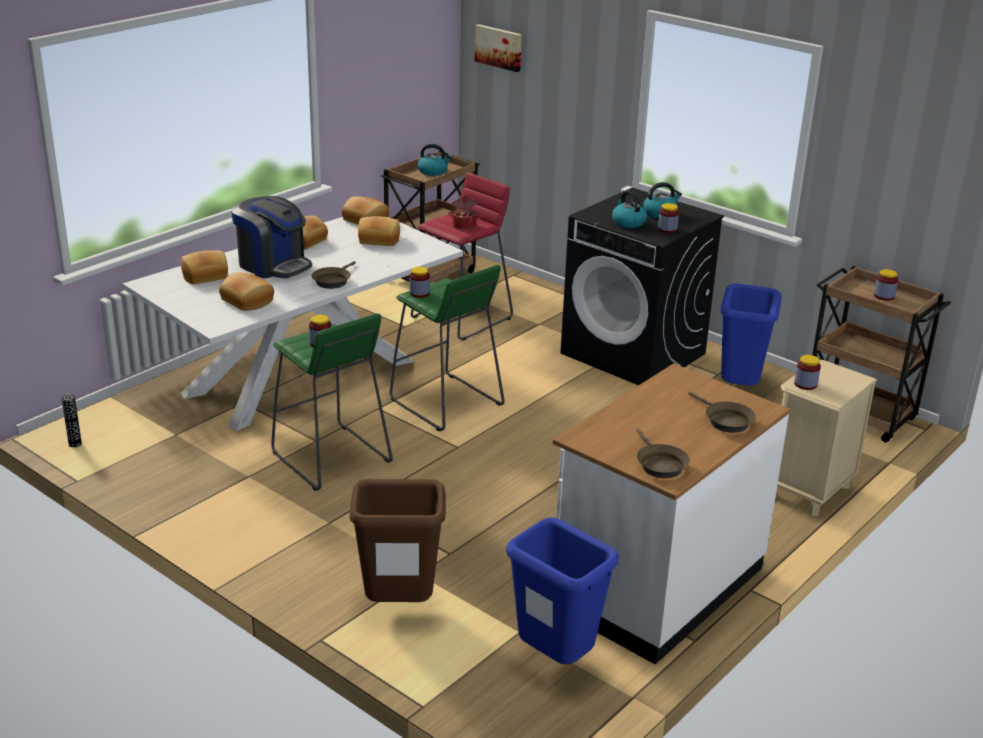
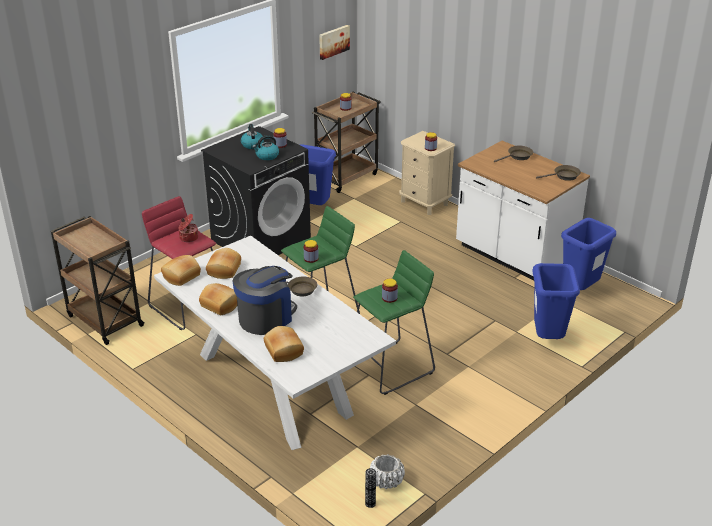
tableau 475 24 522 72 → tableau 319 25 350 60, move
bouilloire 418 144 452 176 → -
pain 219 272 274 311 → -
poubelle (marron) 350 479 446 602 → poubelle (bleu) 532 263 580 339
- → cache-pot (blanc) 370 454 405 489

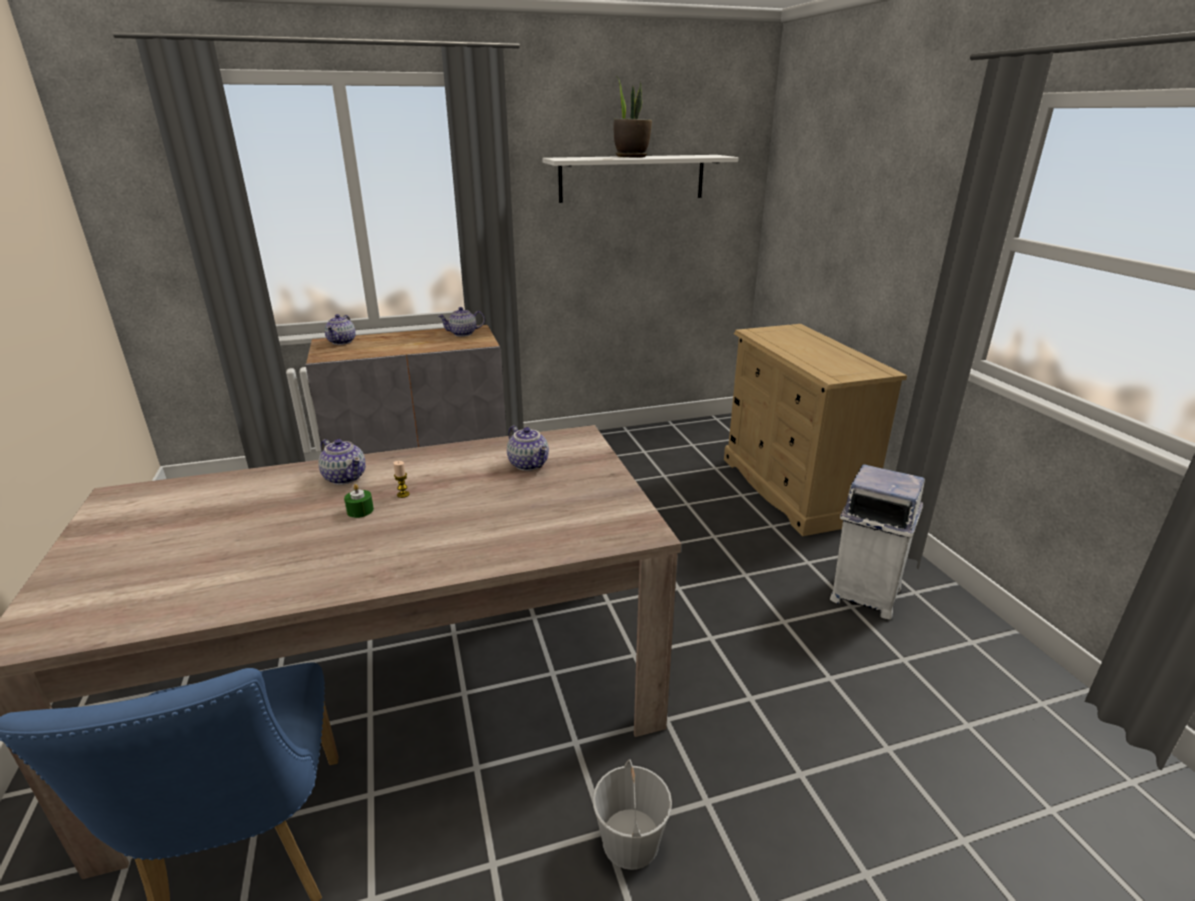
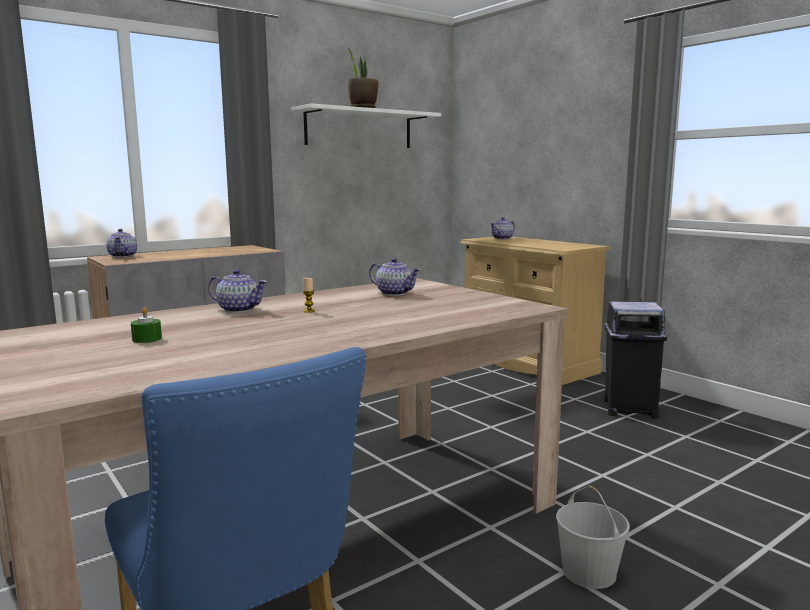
théière 438 307 485 337 → théière 490 217 515 239, move
poubelle (blanc) 830 464 925 620 → poubelle (noir) 604 301 667 418
bougie (vert) 344 484 374 518 → bougie (vert) 131 307 162 343, move

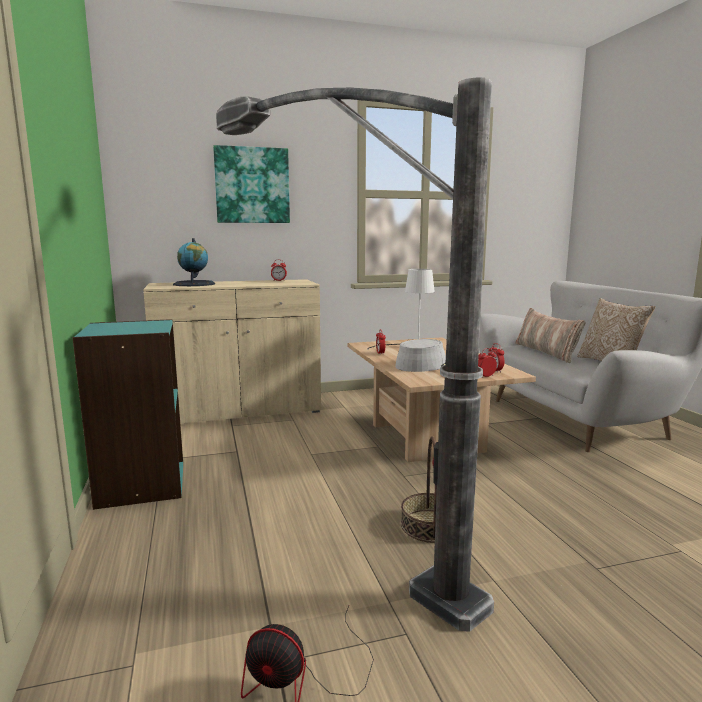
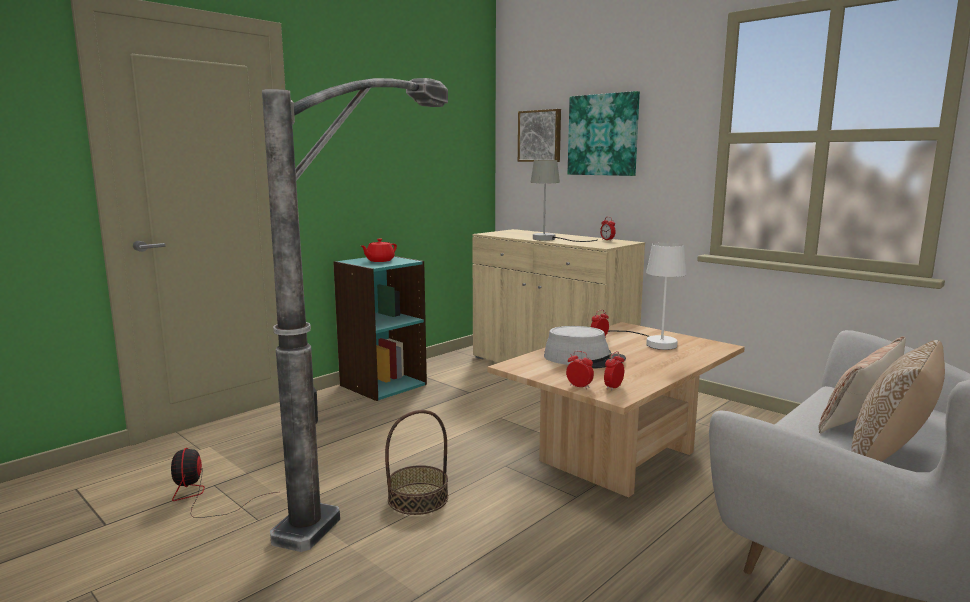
globe 173 238 215 286 → -
- → tableau 518 109 561 162
- → lampe de table (gris) 530 160 598 242
- → théière (rouge) 361 239 397 262

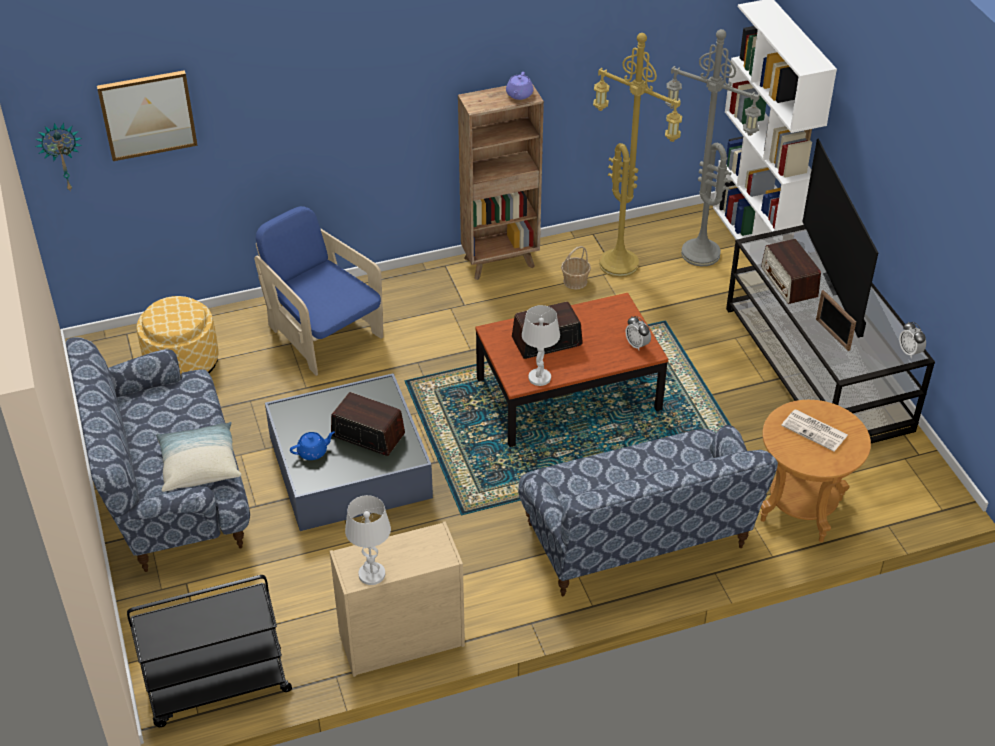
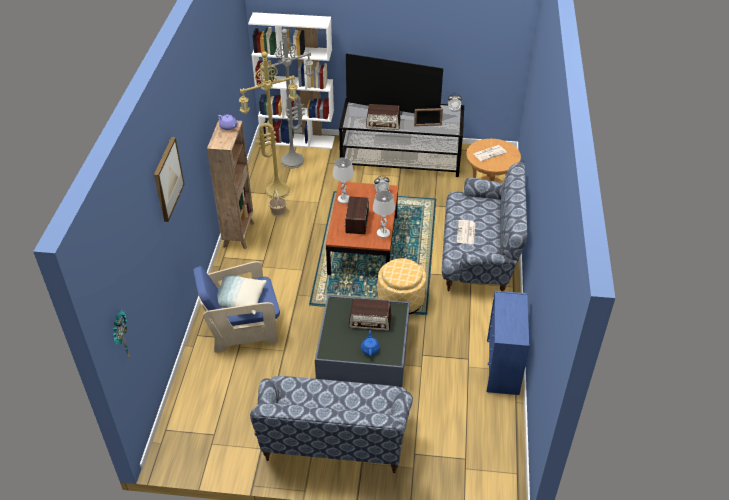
tableau 97 70 198 161 → tableau 154 137 184 222, move
pouf 137 296 218 375 → pouf 378 258 426 314, move
radio 331 392 405 456 → radio 349 298 391 331, 135 degrees counterclockwise
coussin 156 422 242 492 → coussin 217 275 267 315, move
lampe de table (blanc) 345 495 391 585 → lampe de table (blanc) 333 157 354 204, move
commode (beige) 330 521 465 677 → commode (bleu) 486 291 530 395
chariot (noir) 127 575 292 727 → -
- → journal 457 220 475 244

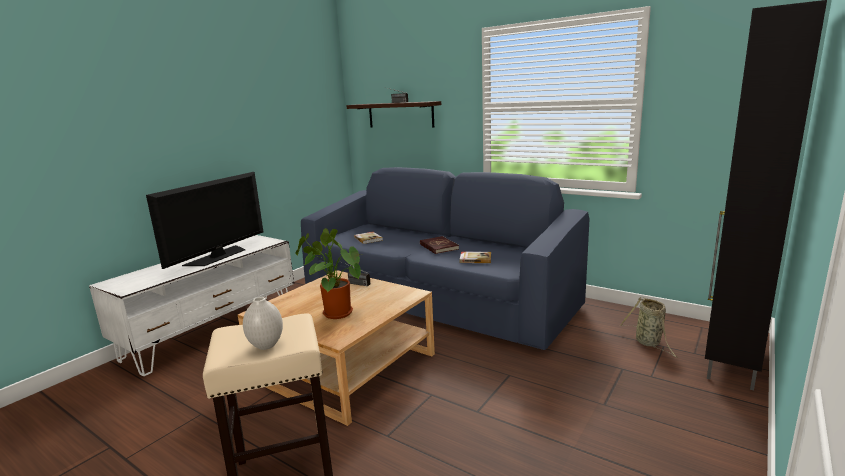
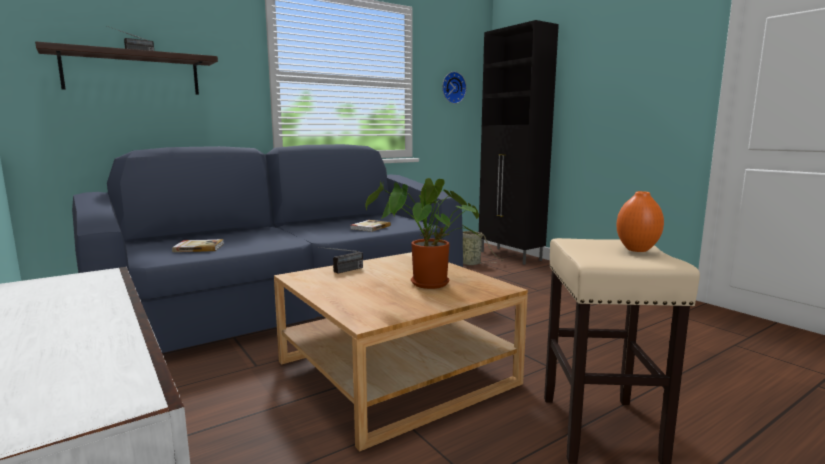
téléviseur 146 172 263 269 → -
livre (rouge) 420 236 459 254 → -
vase (blanc) 243 297 283 350 → vase (orange) 616 191 664 252
- → horloge murale 442 72 467 104

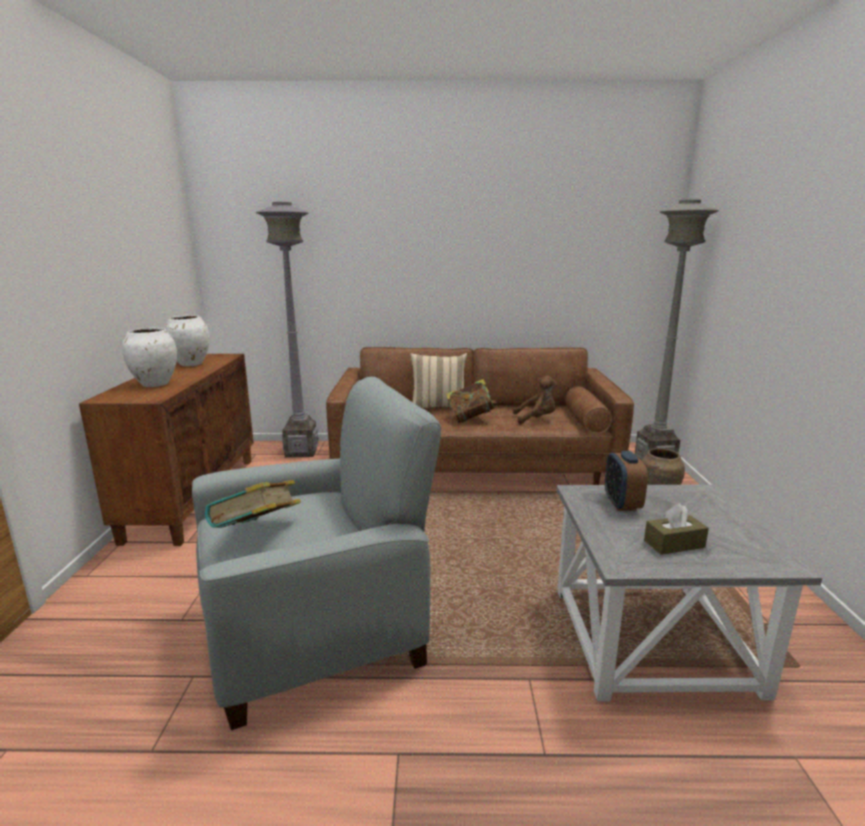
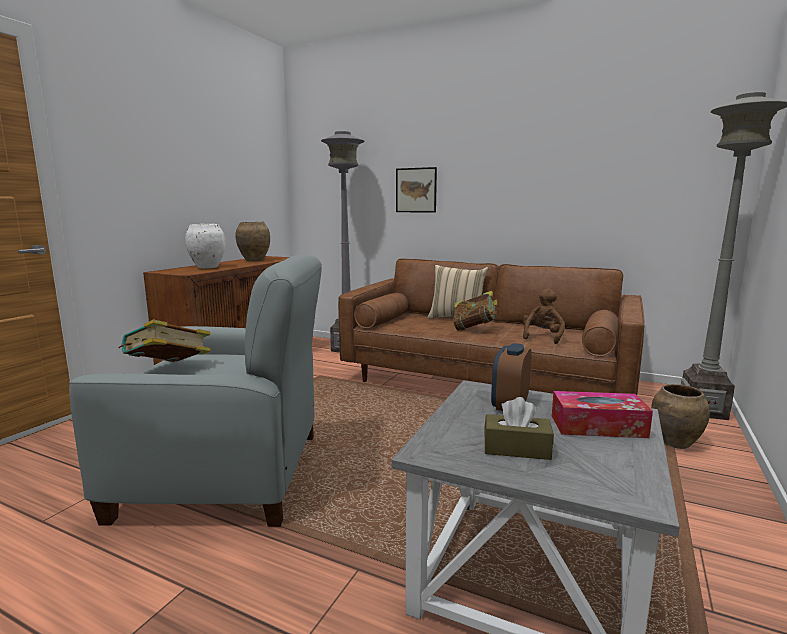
vase (blanc) 164 315 210 366 → vase (marron) 235 222 270 261
peluche (marron) 513 376 557 424 → peluche (marron) 522 288 565 344, 90 degrees counterclockwise
- → tableau 396 167 437 212
- → boîte à mouchoirs 552 391 653 438

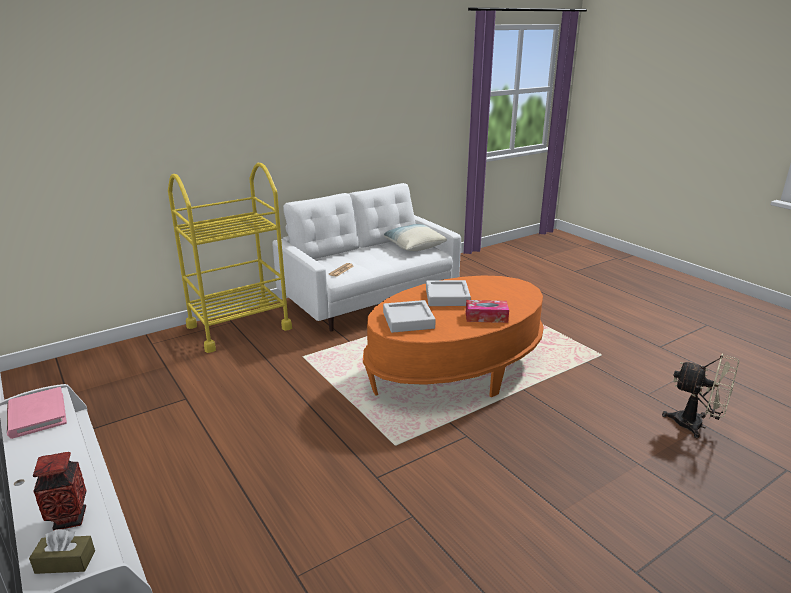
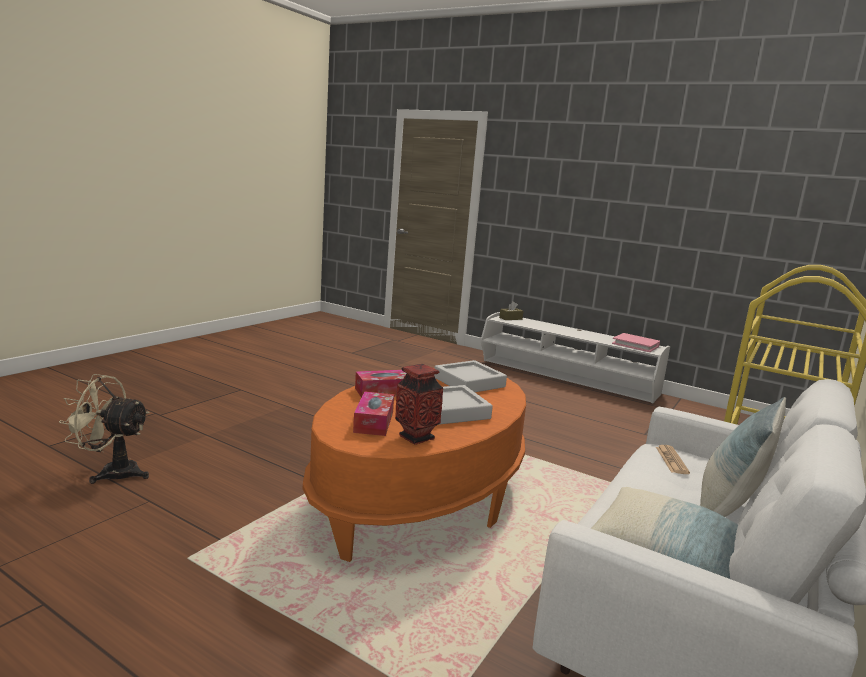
vase 33 452 87 531 → vase 395 364 443 445, move
- → boîte à mouchoirs 353 391 394 436
- → coussin 700 397 786 517

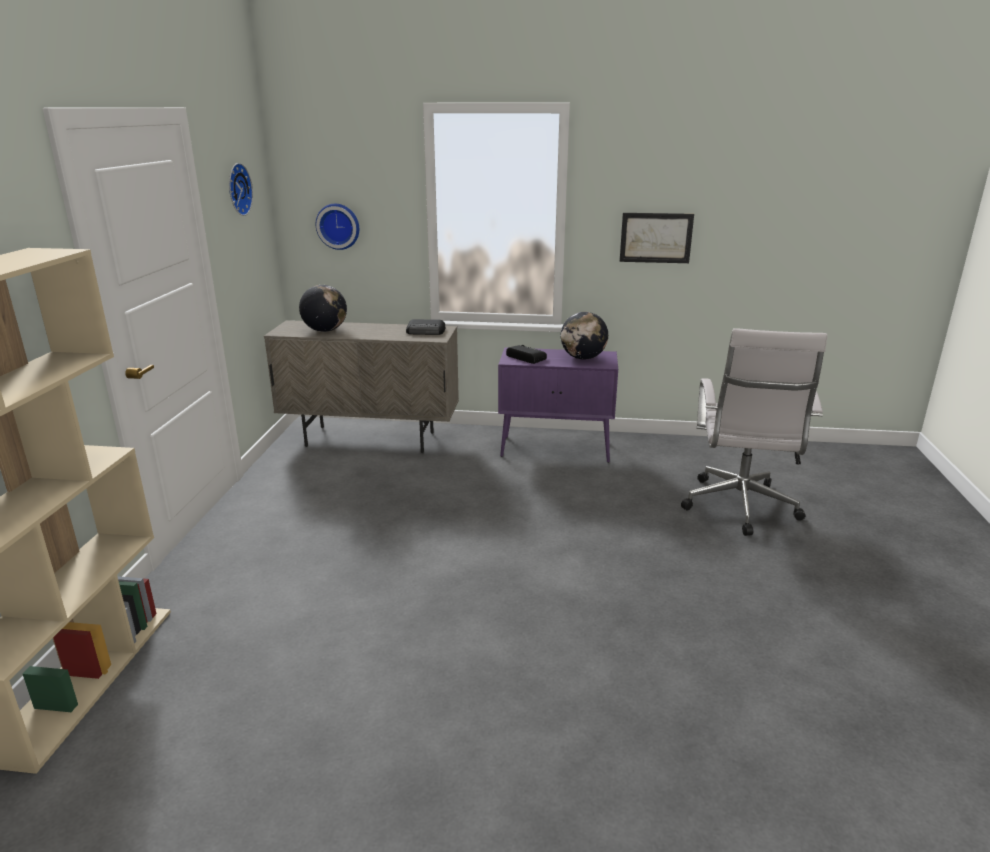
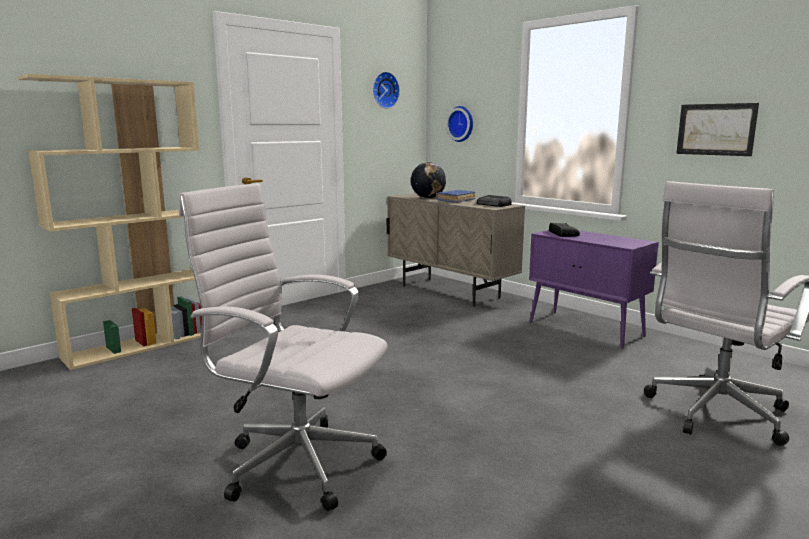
globe 561 312 608 360 → -
- → chaise de bureau (blanc) 179 183 388 511
- → livre (bleu) 436 190 475 203

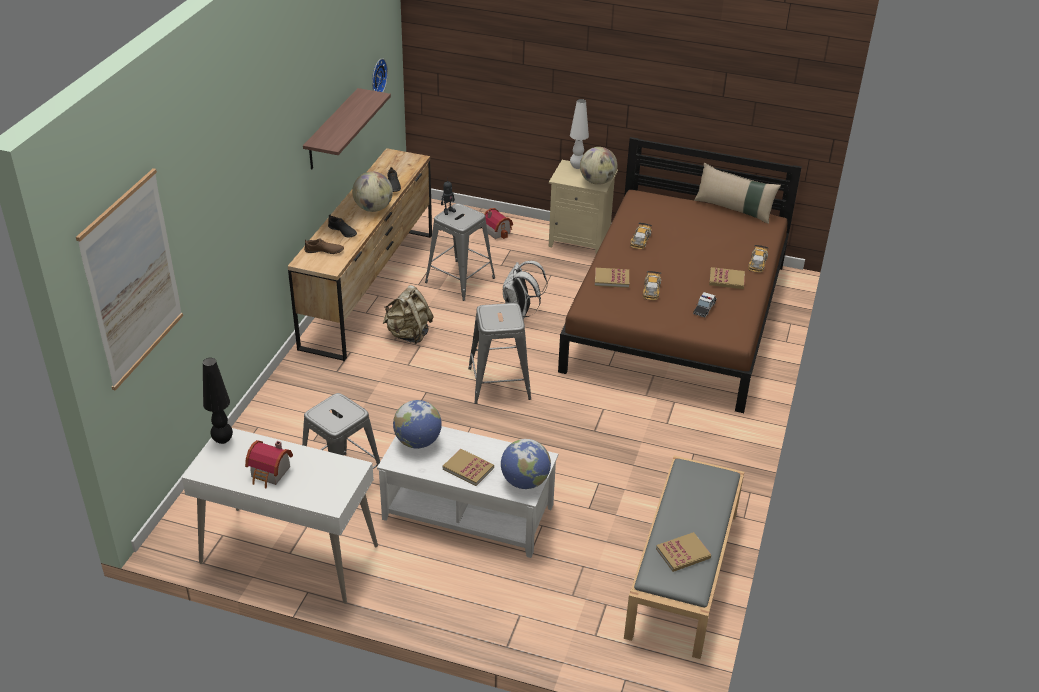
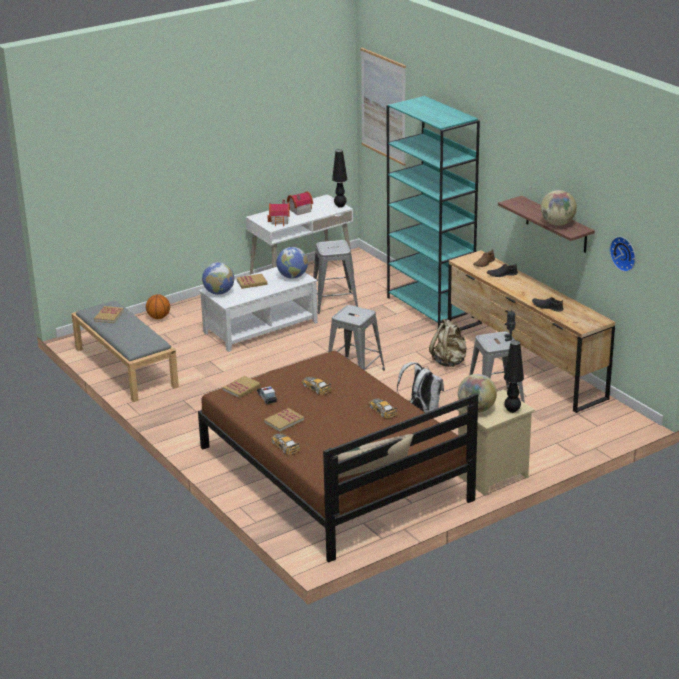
lampe de table (blanc) 570 99 589 169 → lampe de table (noir) 504 340 524 413
globe 352 171 393 212 → globe 541 190 577 226, move
maison miniature 484 208 513 239 → maison miniature 268 200 290 226, move
livre 595 268 629 288 → livre 223 376 261 398, move
- → bibliothèque (turquoise) 386 96 480 328
- → ballon de basket 146 294 170 319

